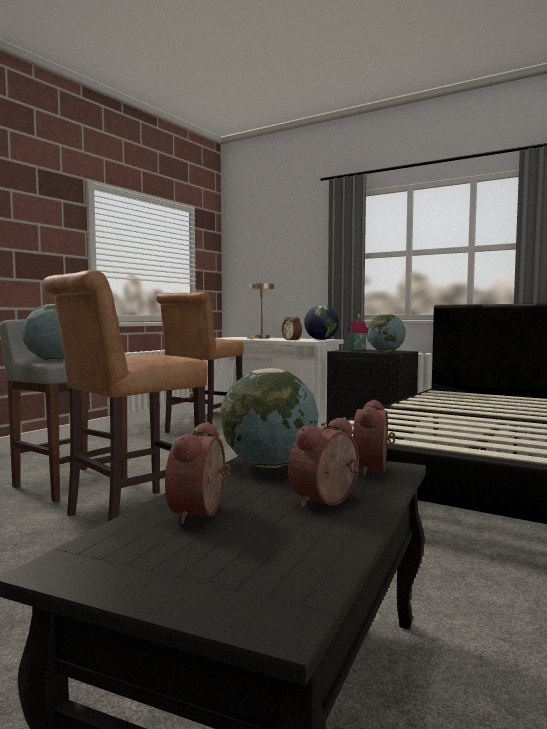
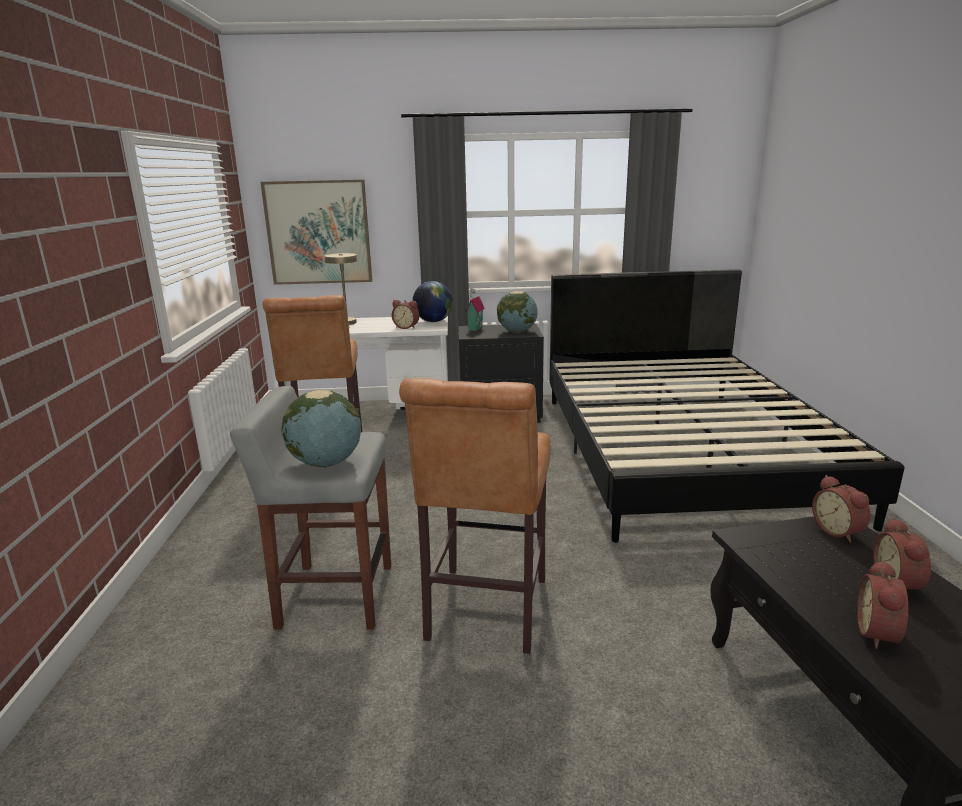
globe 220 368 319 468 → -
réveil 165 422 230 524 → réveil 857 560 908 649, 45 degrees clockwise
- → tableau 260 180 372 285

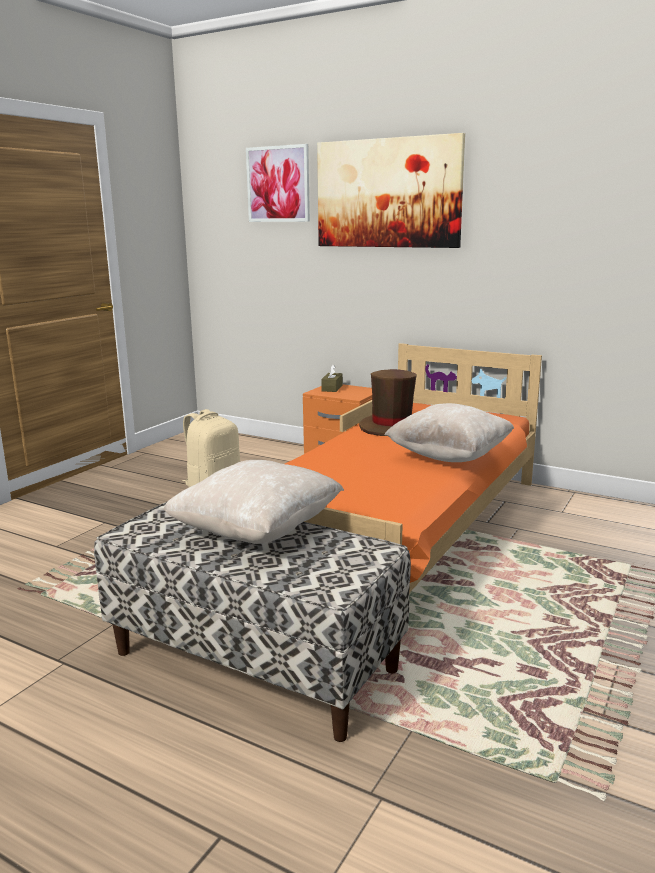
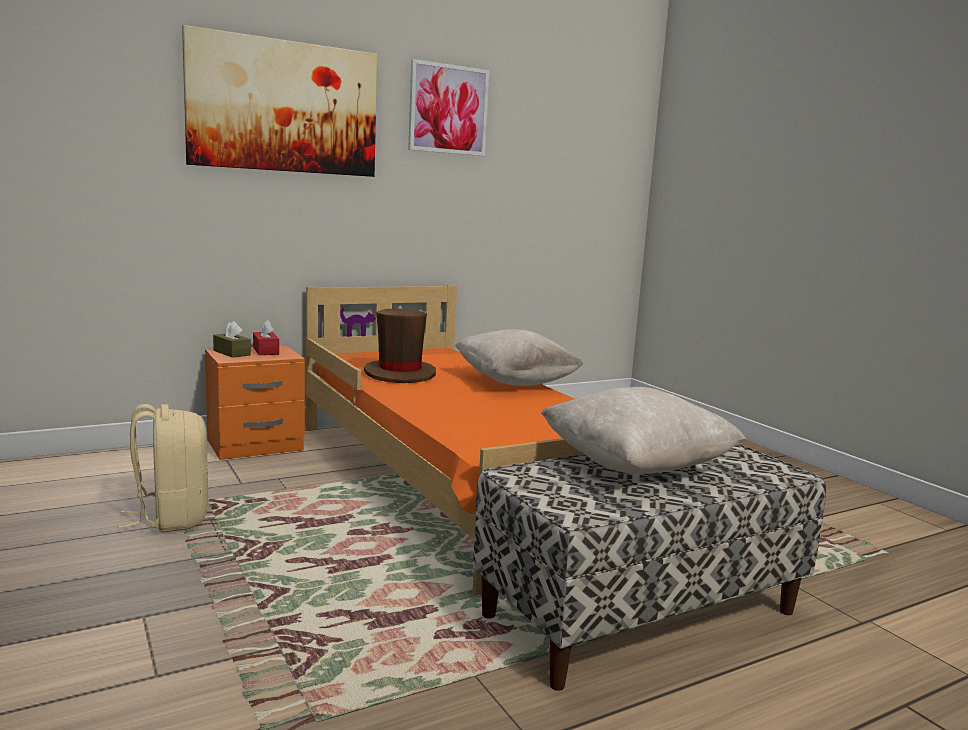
tableau 246 144 310 222 → tableau 408 59 489 156, move
- → boîte à mouchoirs (rouge) 253 320 279 355

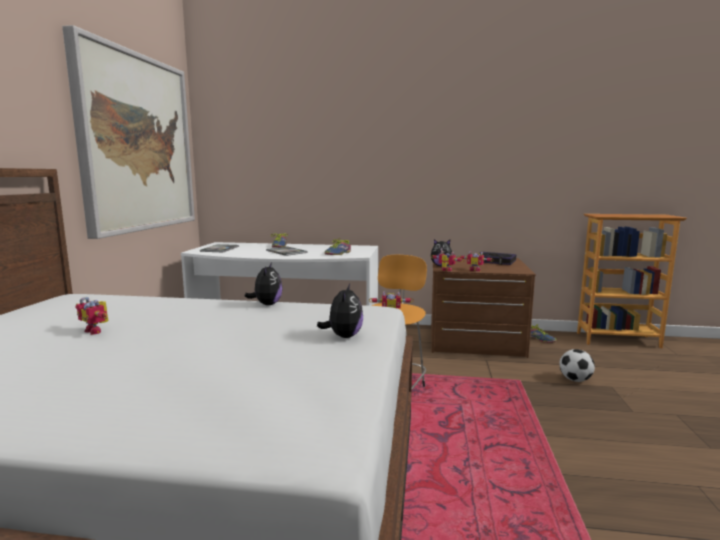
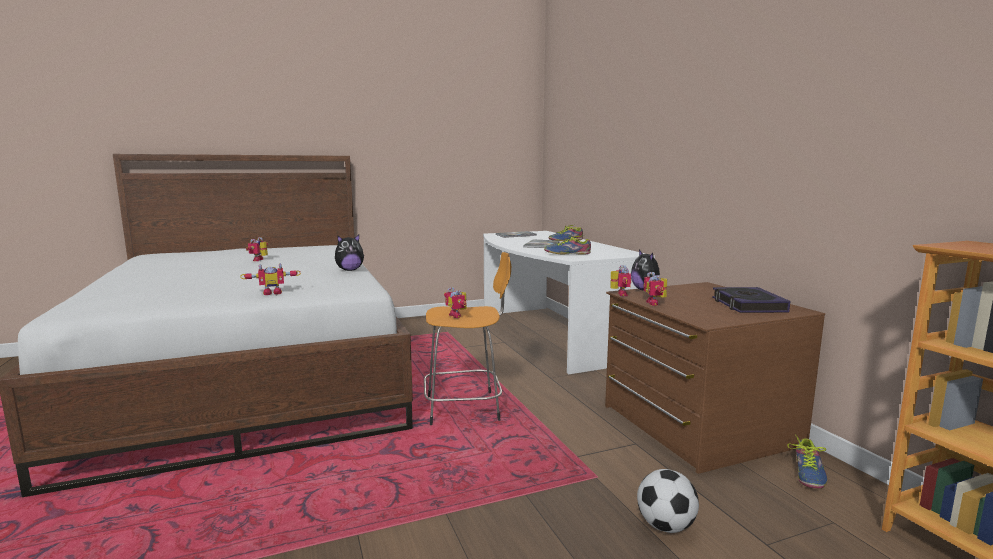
tableau 62 25 195 239 → -
peluche 317 284 363 338 → robot jouet 240 263 301 295

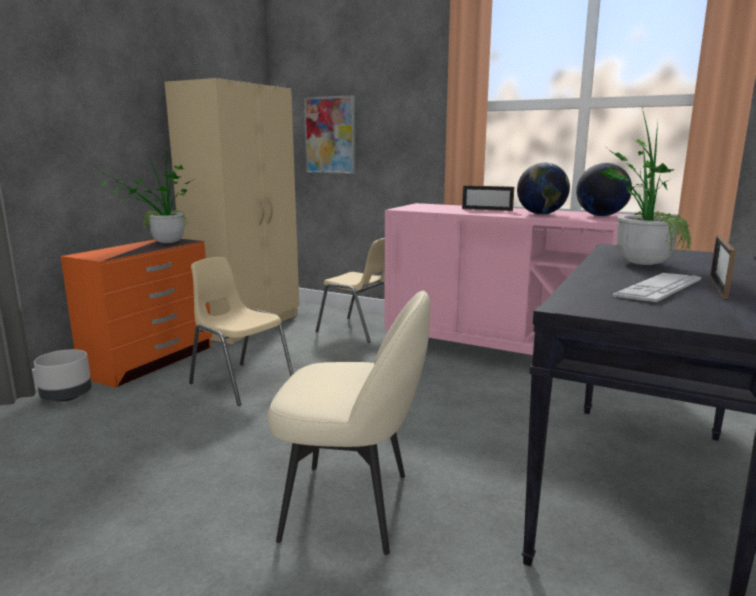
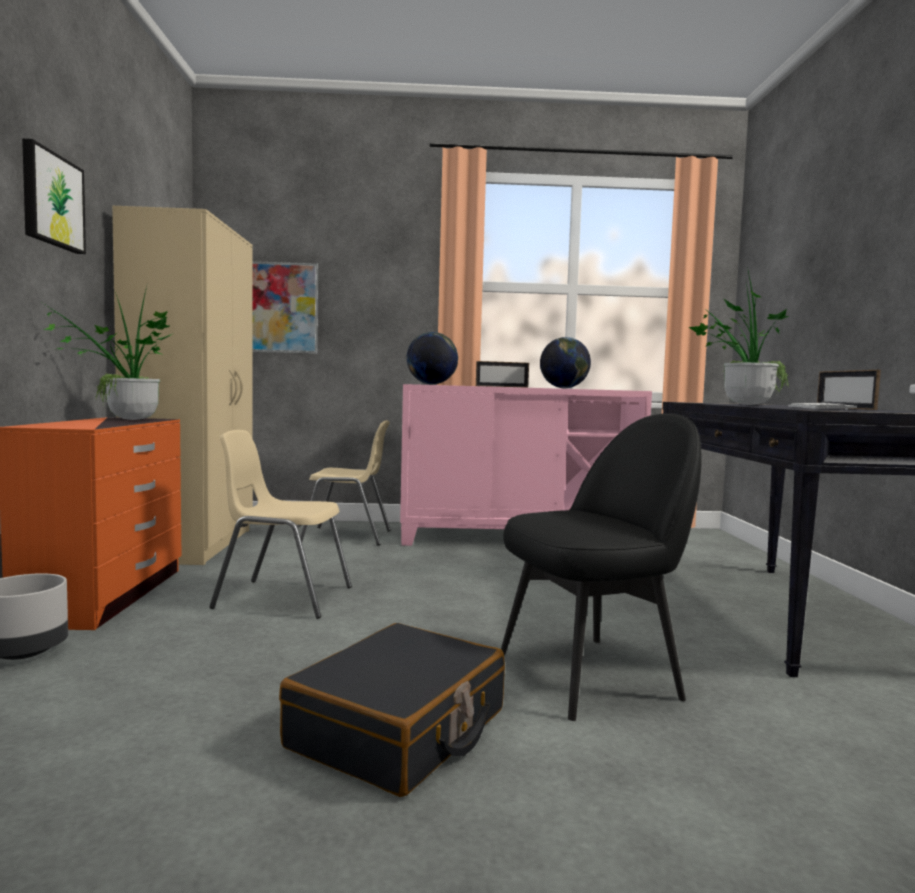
globe 576 163 632 216 → globe 406 332 458 385, move
chaise (beige) 268 290 430 555 → chaise (noir) 501 413 702 721
- → tableau 22 139 86 254
- → valise (noir) 279 623 505 797

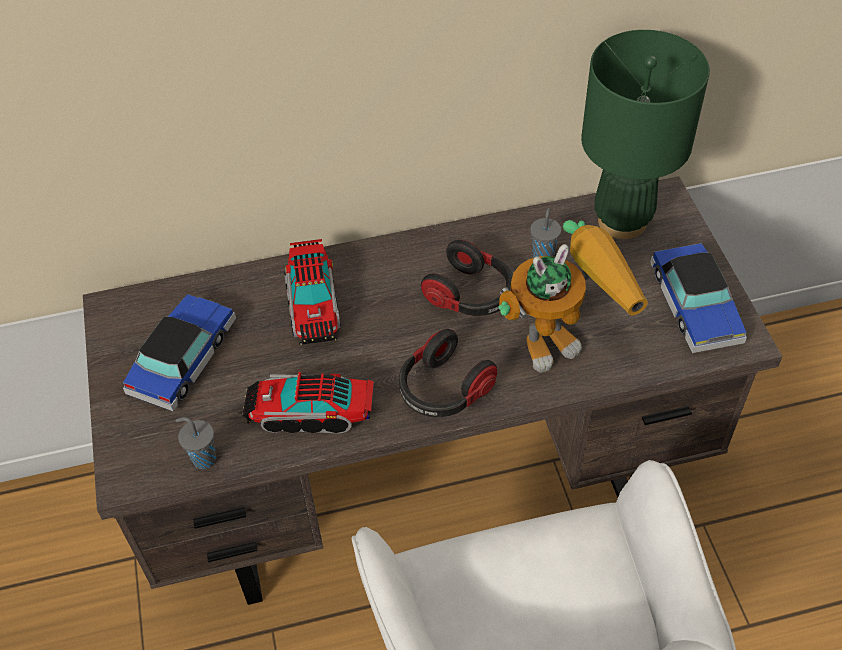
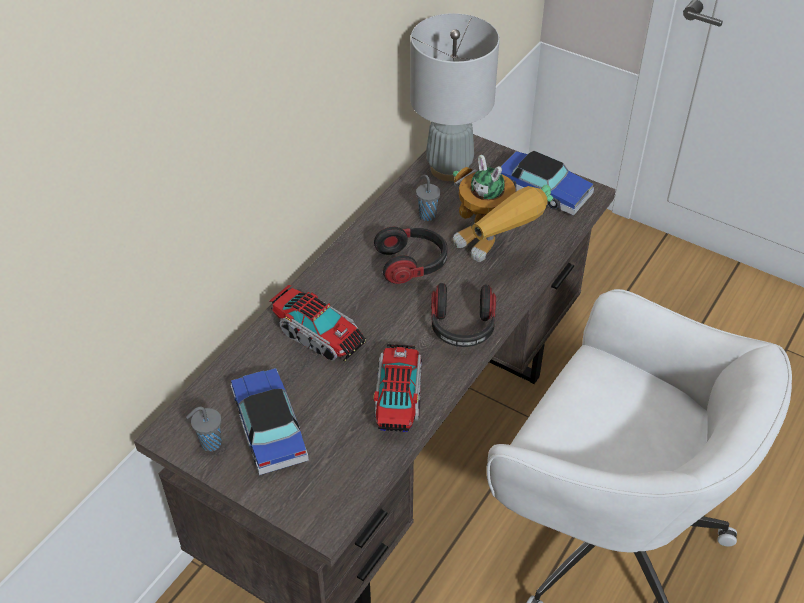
lampe de table (vert) 581 30 710 239 → lampe de table (gris) 410 13 500 181
robot jouet 498 220 648 373 → robot jouet 453 155 553 262, 120 degrees clockwise
camion jouet 242 372 374 433 → camion jouet 373 344 422 432, 135 degrees clockwise
tasse (gris) 175 417 216 469 → tasse (gris) 186 406 222 451, move

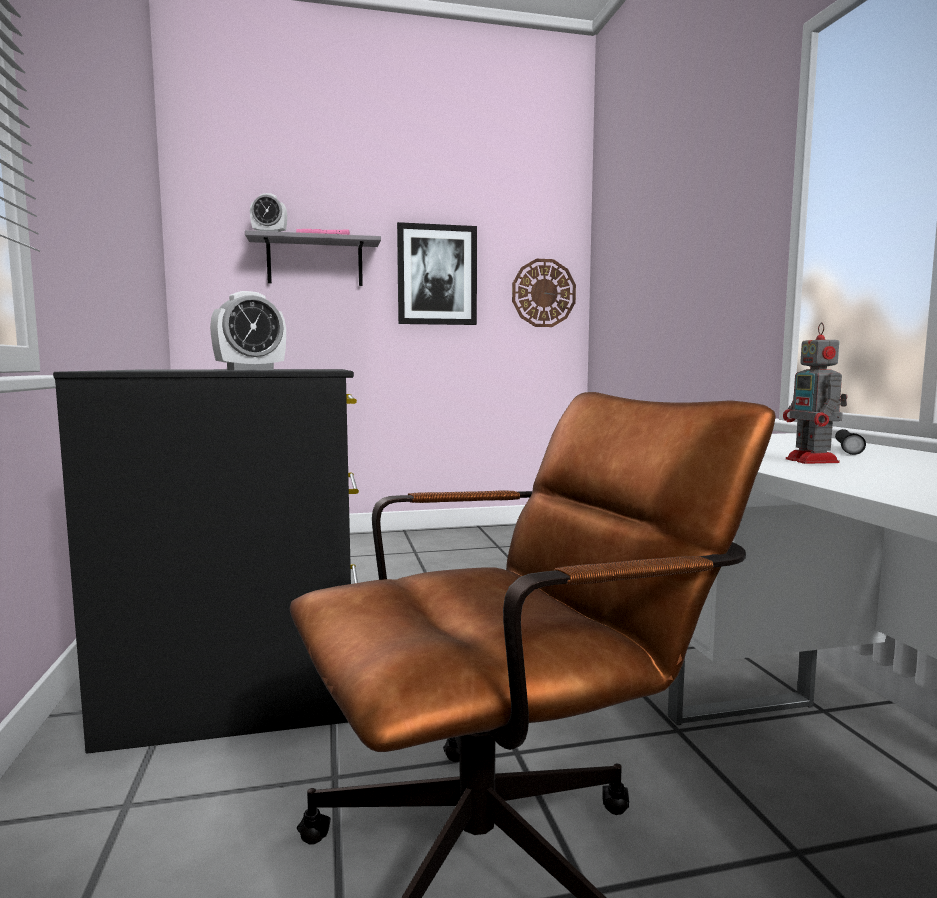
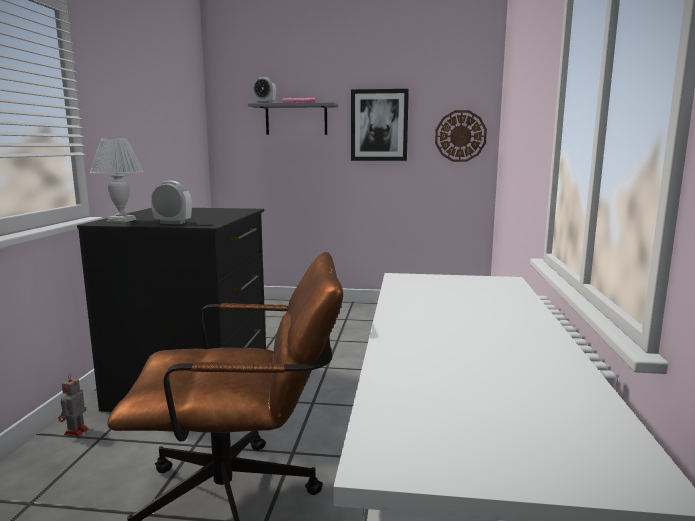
réveil 210 291 286 370 → réveil 151 181 192 224, 150 degrees counterclockwise
robot jouet 783 322 848 464 → robot jouet 58 374 89 437, move
lampe de poche (noir) 835 429 866 455 → -
- → lampe de table (blanc) 90 138 144 222

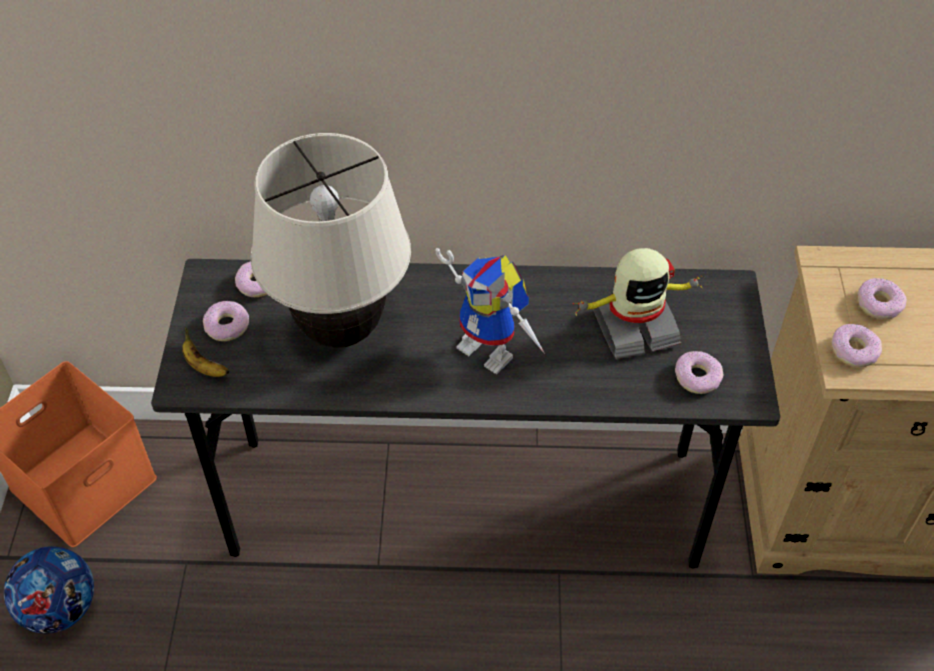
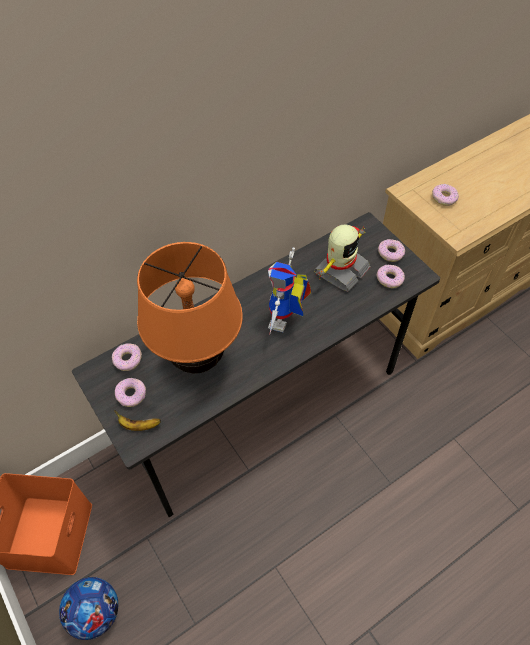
lampe de table (beige) 251 133 411 348 → lampe de table (orange) 137 242 243 374
robot jouet 435 248 545 374 → robot jouet 268 247 312 336, 105 degrees clockwise
beignet 832 324 882 367 → beignet 378 239 405 262, move

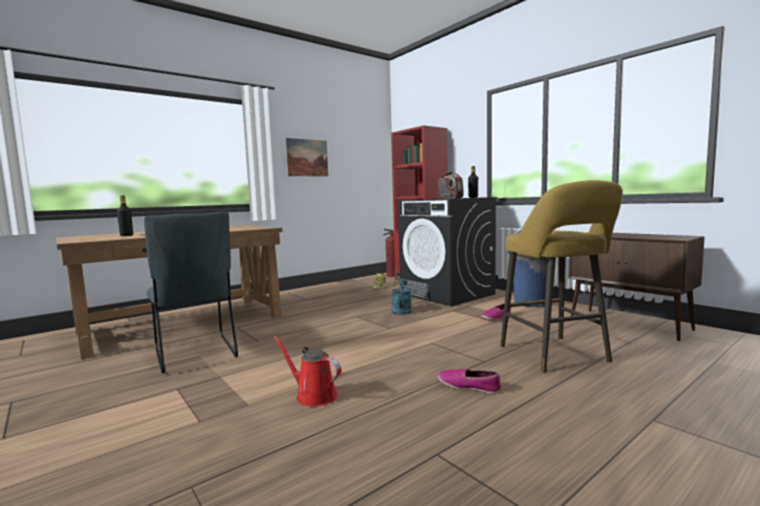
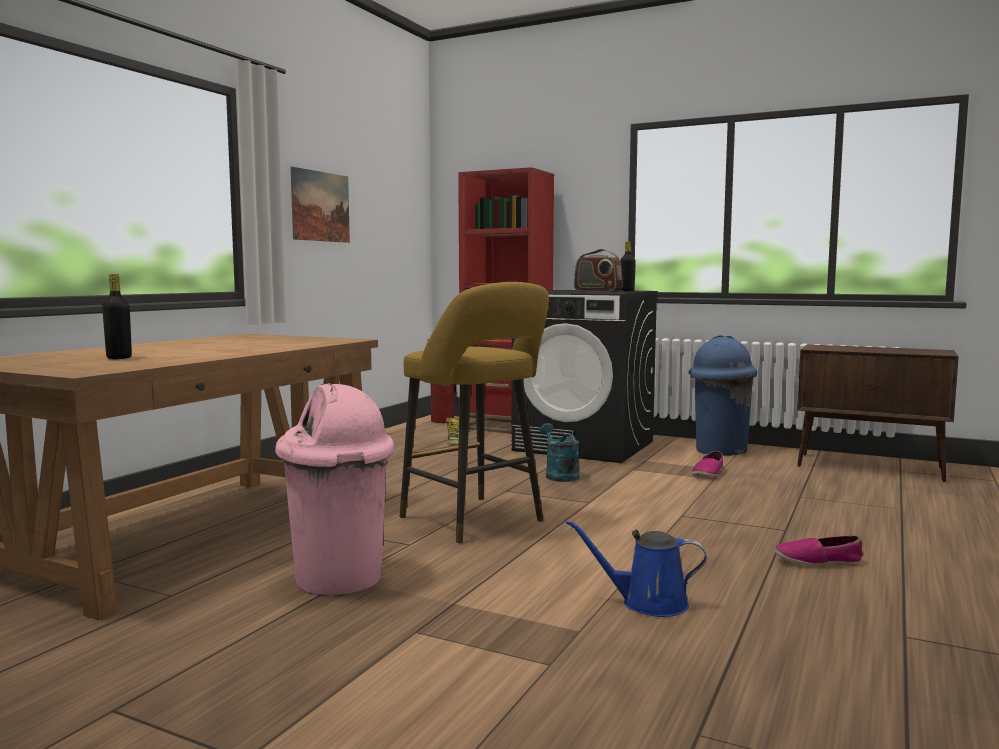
tabouret (jaune) 500 180 623 373 → tabouret (jaune) 399 282 549 543, move
chaise (gris) 144 211 238 373 → poubelle (rose) 275 383 394 595
arrosoir (rouge) 273 336 341 406 → arrosoir (bleu) 566 520 707 617

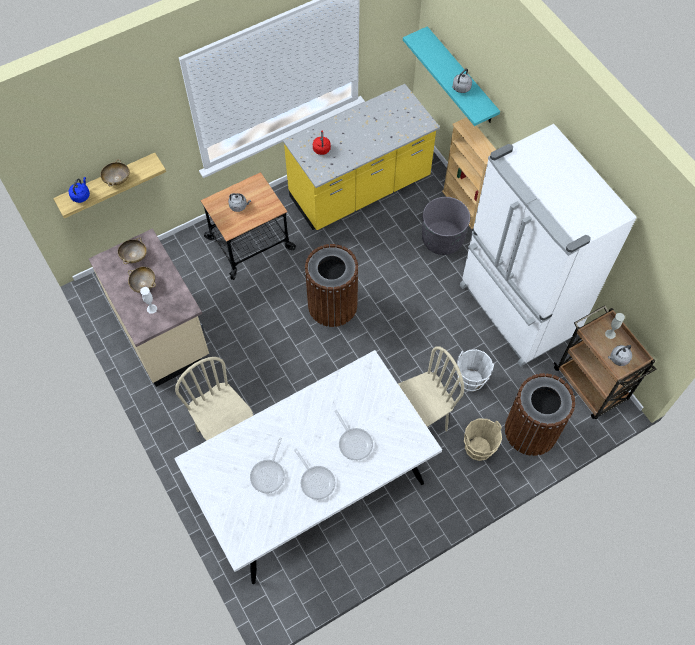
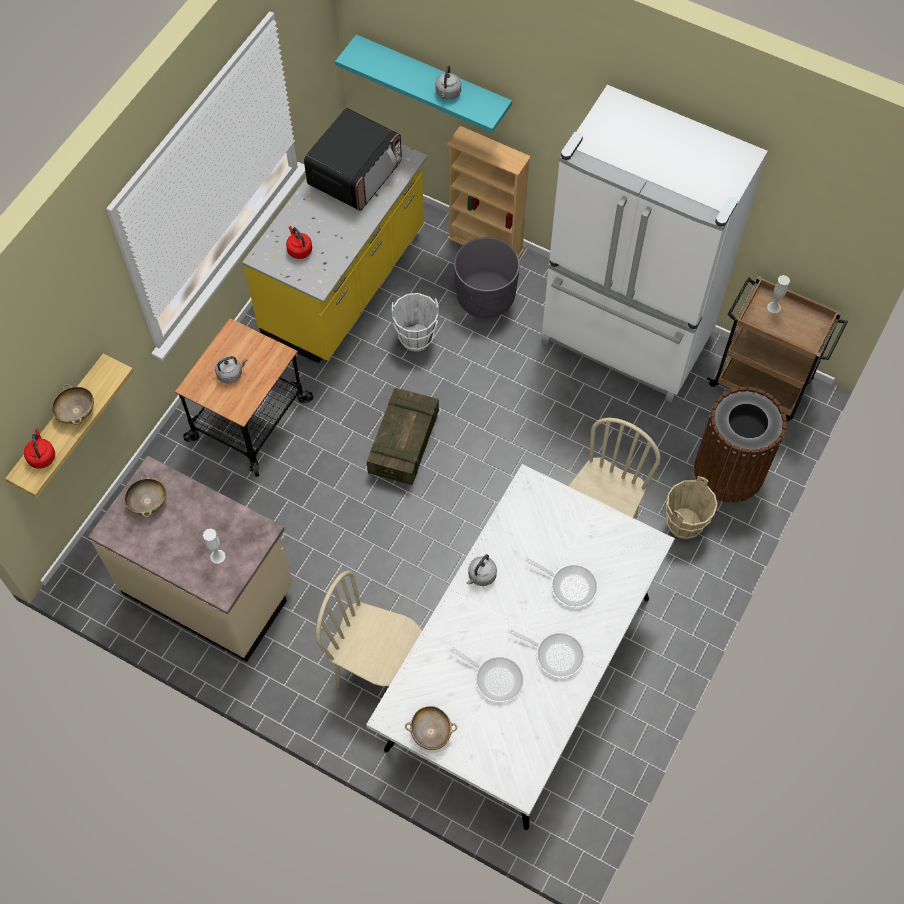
bouilloire (bleu) 69 177 90 203 → bouilloire (rouge) 24 429 55 469
poubelle (marron) 305 244 359 327 → caisse 367 388 439 485
bol (beige) 128 267 156 293 → bol (beige) 405 706 457 750, move
bouilloire (gris) 608 345 632 366 → bouilloire (gris) 467 554 497 586, move
seau (blanc) 457 349 494 392 → seau (blanc) 392 293 439 352, move
poêle 250 438 285 493 → poêle 450 647 524 703, 45 degrees counterclockwise
- → micro-ondes 304 108 402 211

